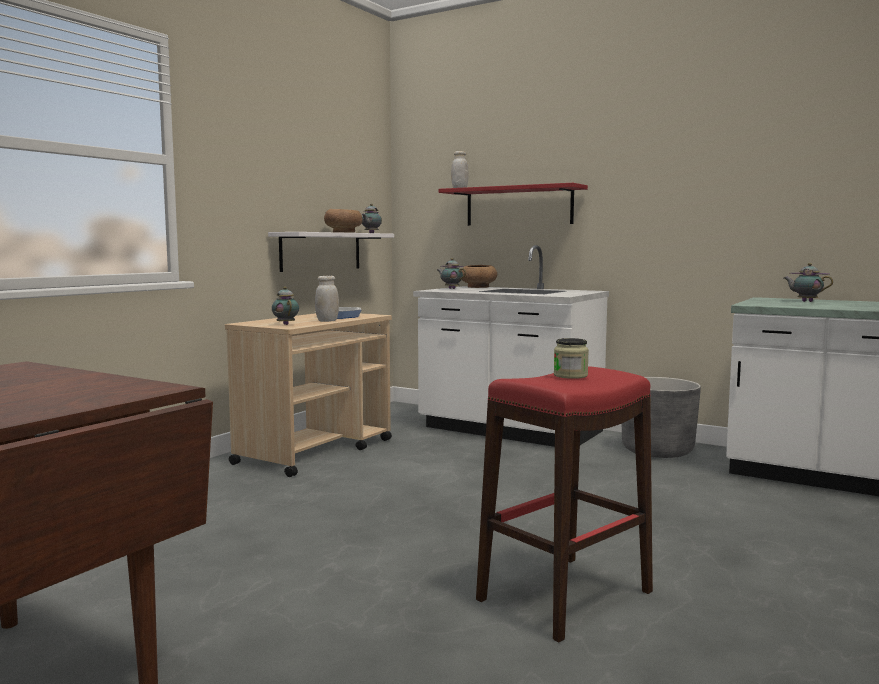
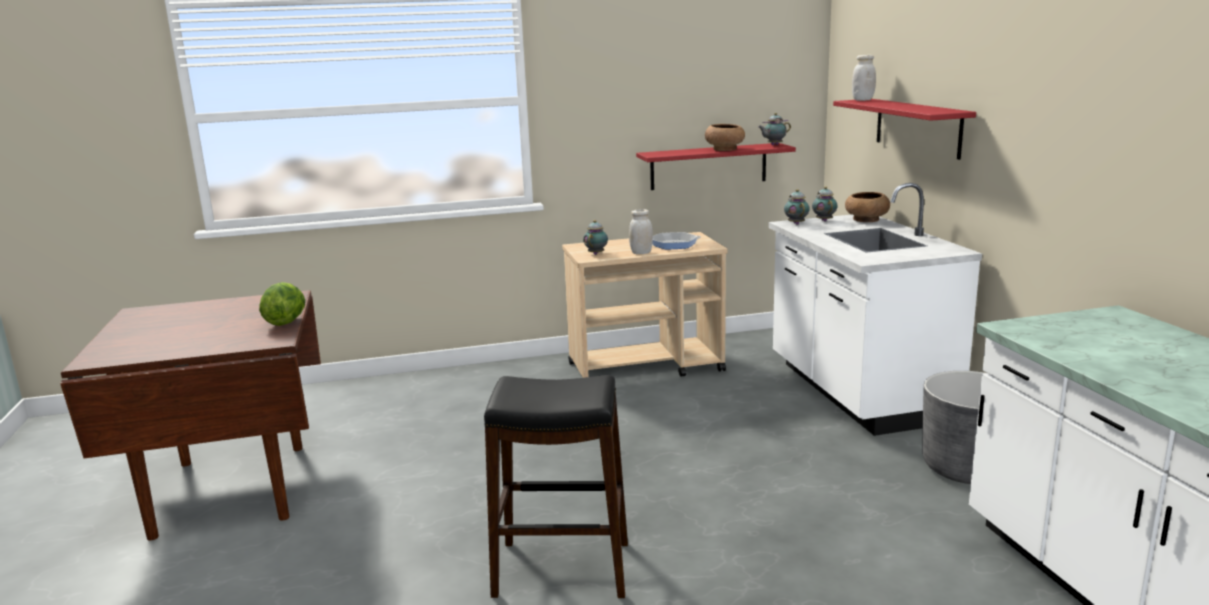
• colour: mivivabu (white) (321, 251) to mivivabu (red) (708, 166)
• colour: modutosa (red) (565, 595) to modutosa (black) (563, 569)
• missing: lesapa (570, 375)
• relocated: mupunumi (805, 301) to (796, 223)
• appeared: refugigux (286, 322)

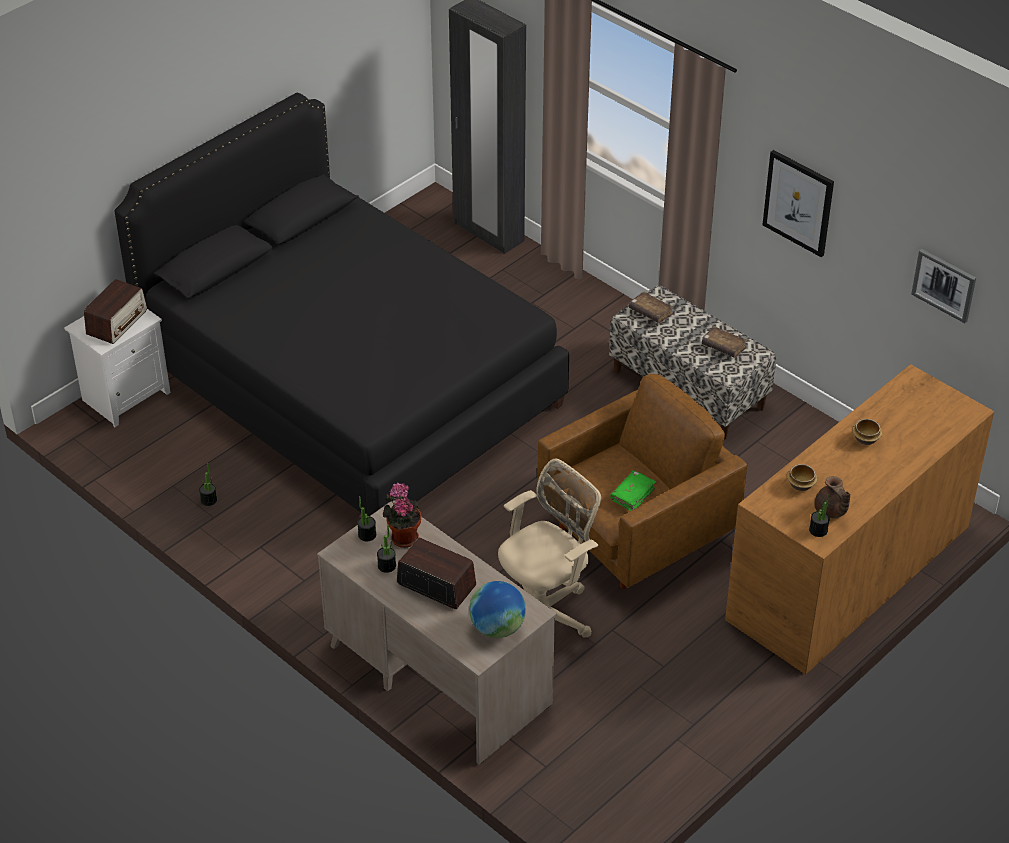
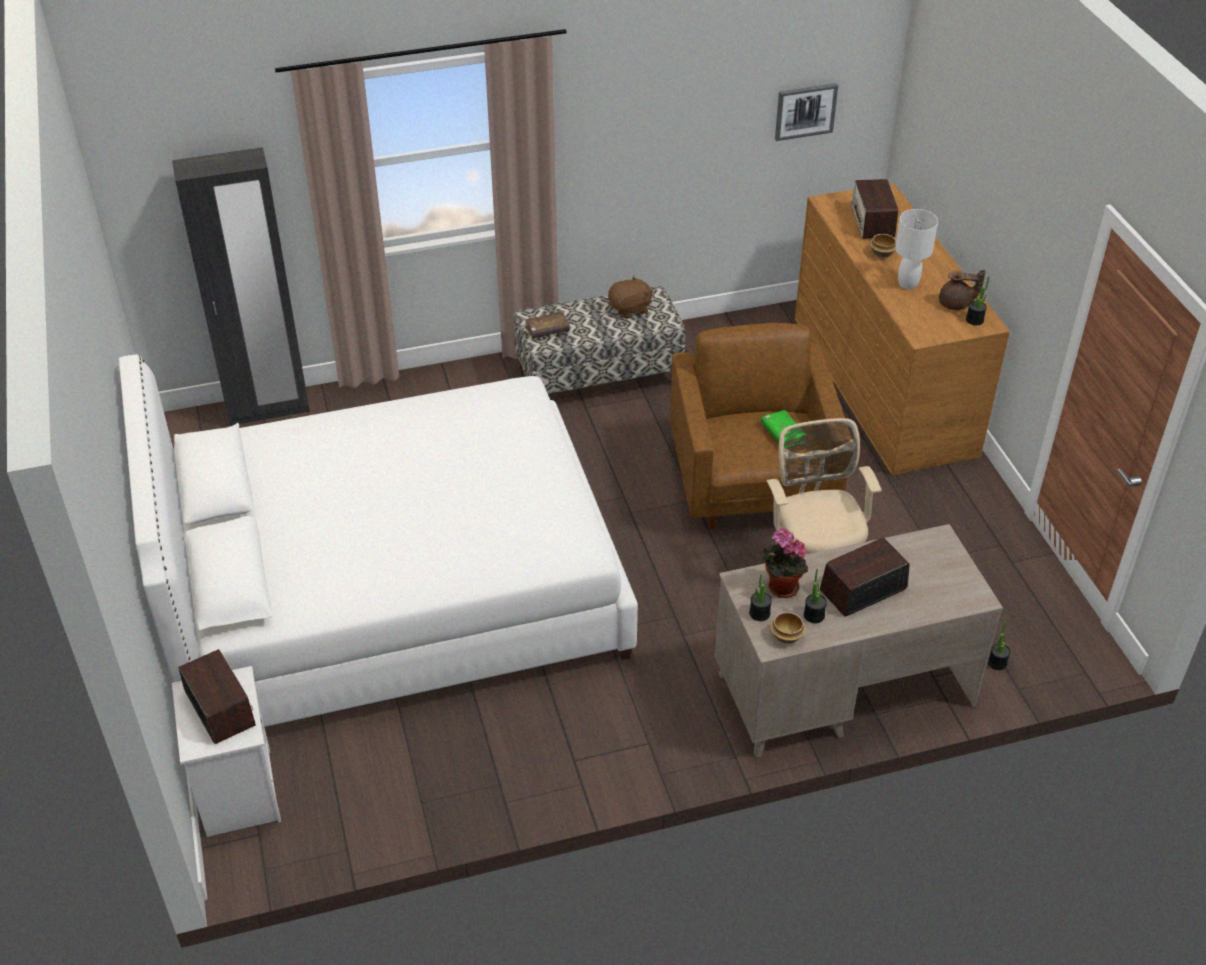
• colour: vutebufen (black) (350, 384) to vutebufen (white) (393, 594)
• relocated: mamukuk (208, 500) to (997, 663)
• missing: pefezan (497, 628)
• exchanged: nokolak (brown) (723, 347) to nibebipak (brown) (630, 309)
• missing: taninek (798, 202)
• relocated: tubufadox (800, 484) to (786, 636)
• appeared: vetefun (872, 221)
• appeared: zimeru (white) (908, 284)

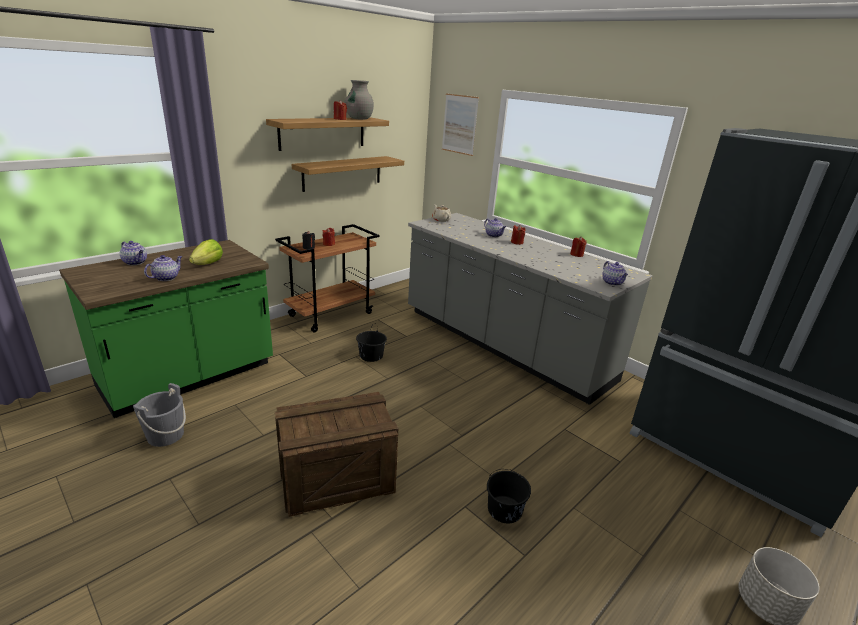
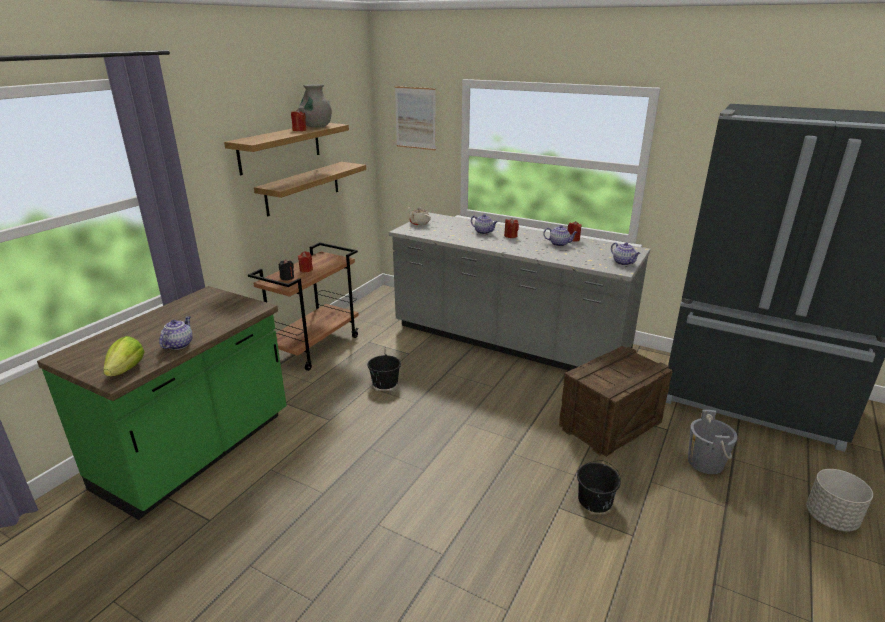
• relocated: mupunumi (136, 262) to (559, 244)
• relocated: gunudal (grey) (165, 435) to (705, 463)
• relocated: refugigux (208, 264) to (126, 369)
• relocated: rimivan (337, 479) to (610, 424)

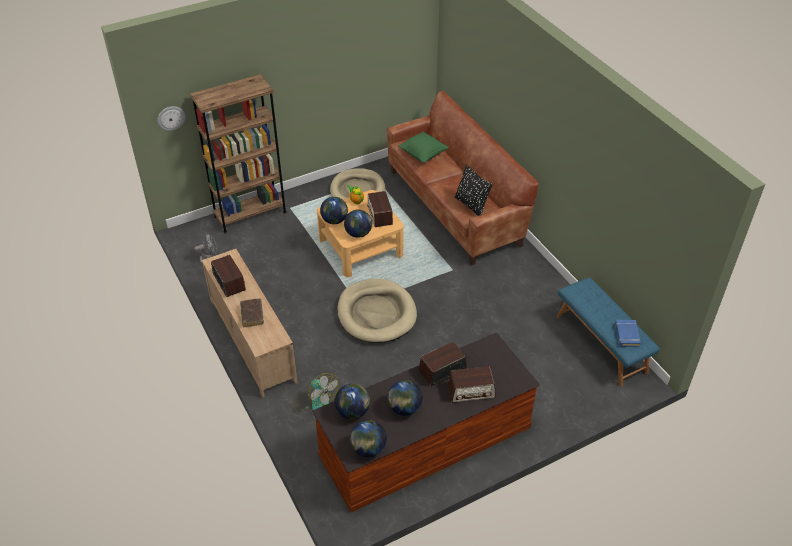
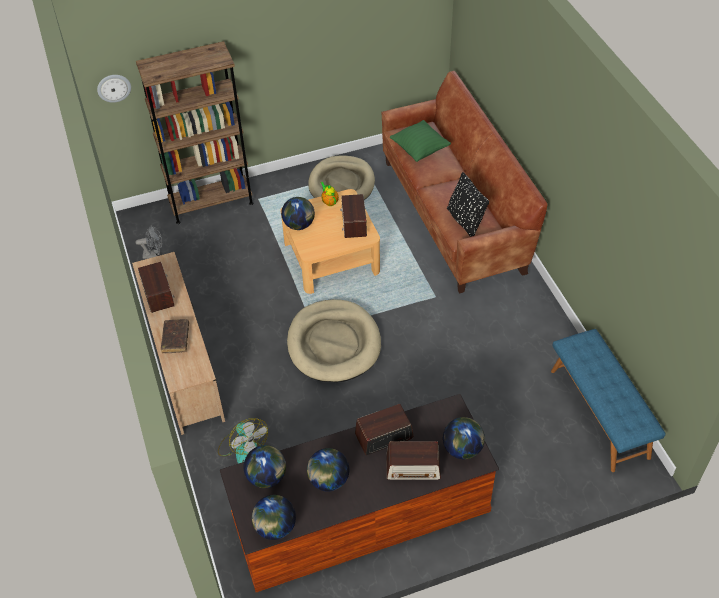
• relocated: pefezan (358, 233) to (462, 449)
• missing: nokolak (blue) (627, 335)

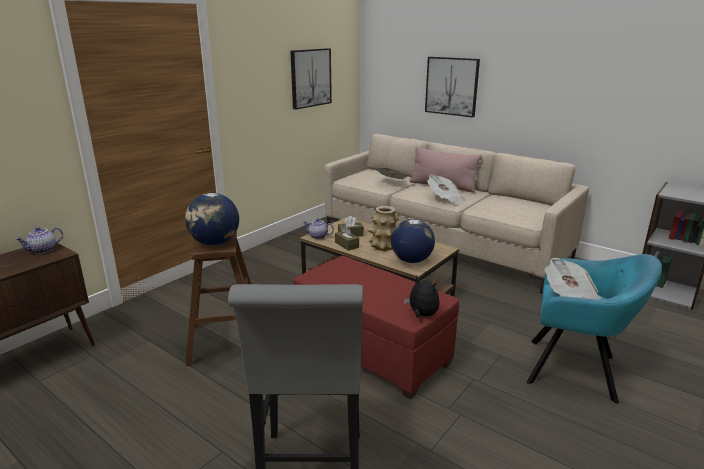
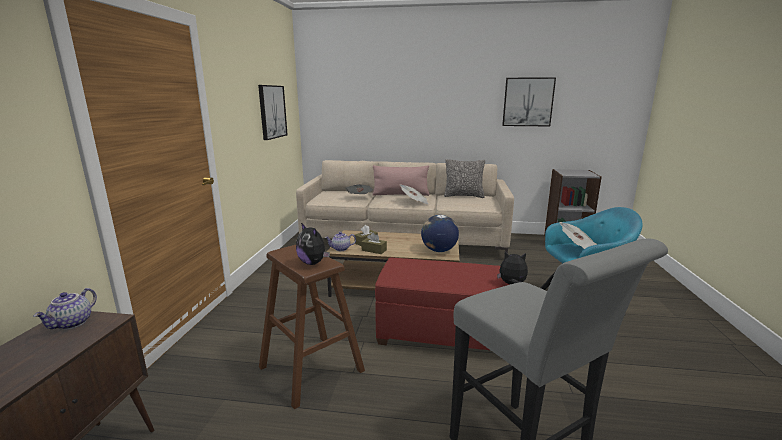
• exchanged: pefezan (215, 243) to nibebipak (313, 263)
• missing: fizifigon (383, 246)
• relocated: taninek (452, 86) to (528, 102)
• appeared: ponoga (463, 196)

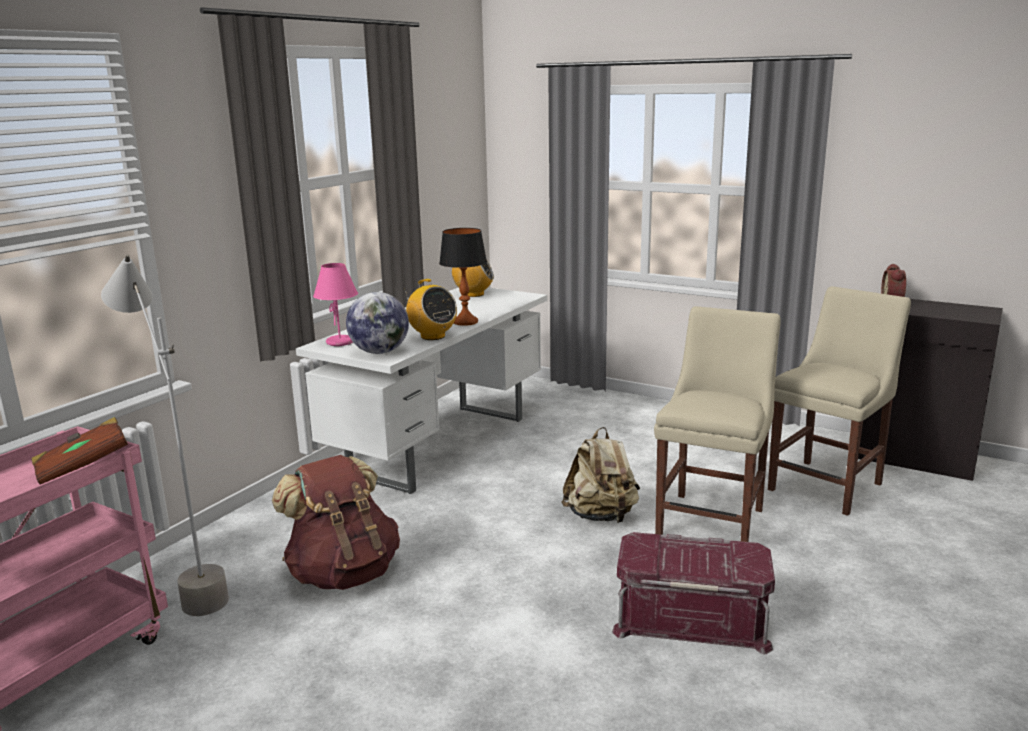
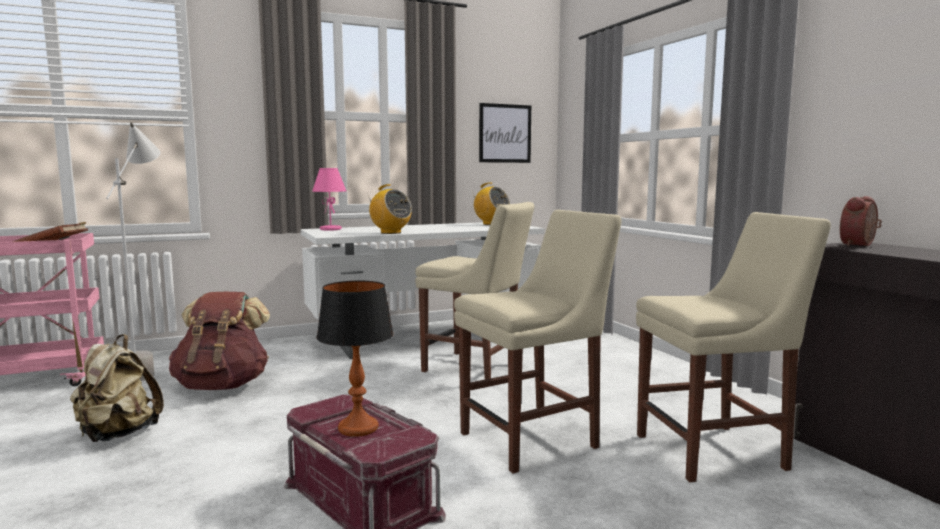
• missing: pefezan (379, 352)
• spun: vetefun (432, 336) = (390, 232) 45 degrees counterclockwise
• relocated: zimeru (465, 322) to (358, 428)
• relocated: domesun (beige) (601, 516) to (117, 435)
• appeared: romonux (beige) (475, 368)
• appeared: taninek (505, 133)

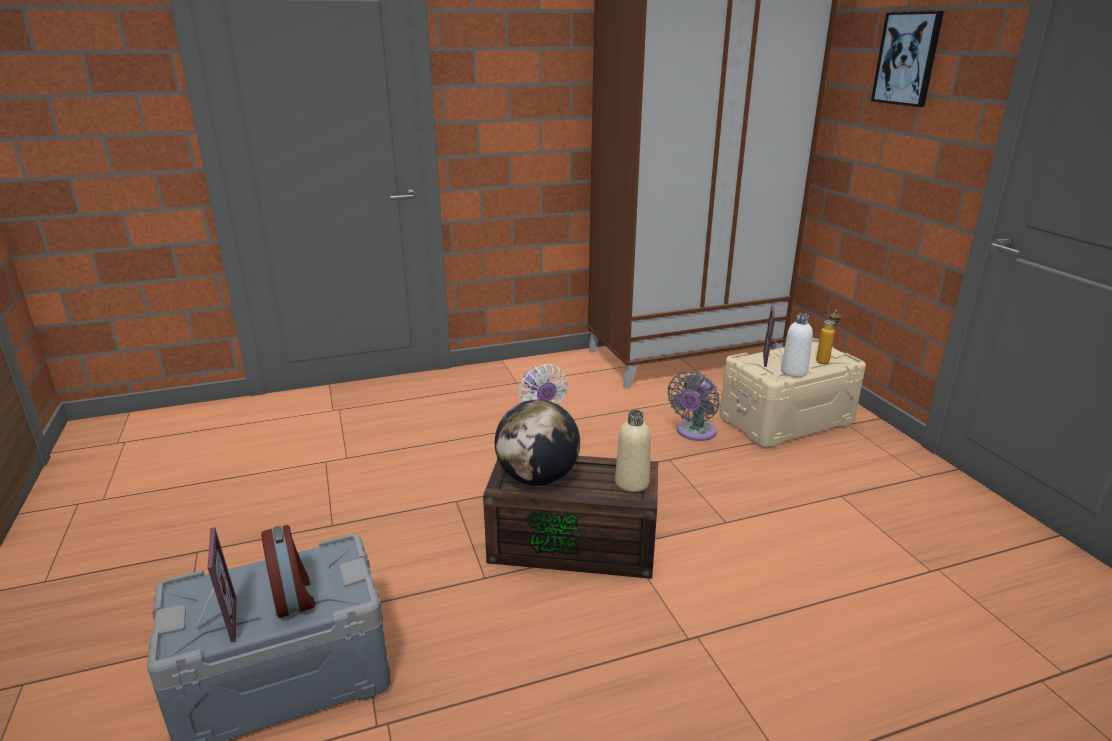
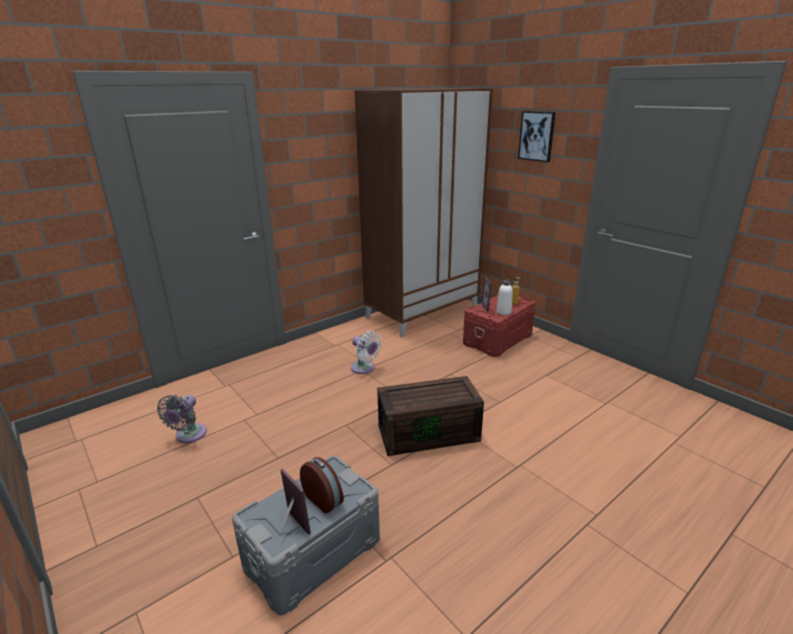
• missing: pefezan (537, 478)
• missing: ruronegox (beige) (632, 483)
• relocated: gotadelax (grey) (694, 433) to (189, 436)
• colour: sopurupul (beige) (787, 421) to sopurupul (red) (498, 340)

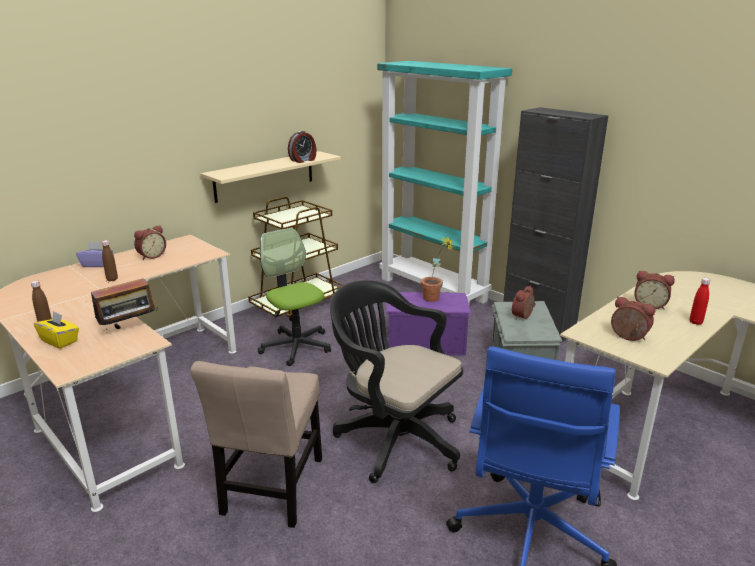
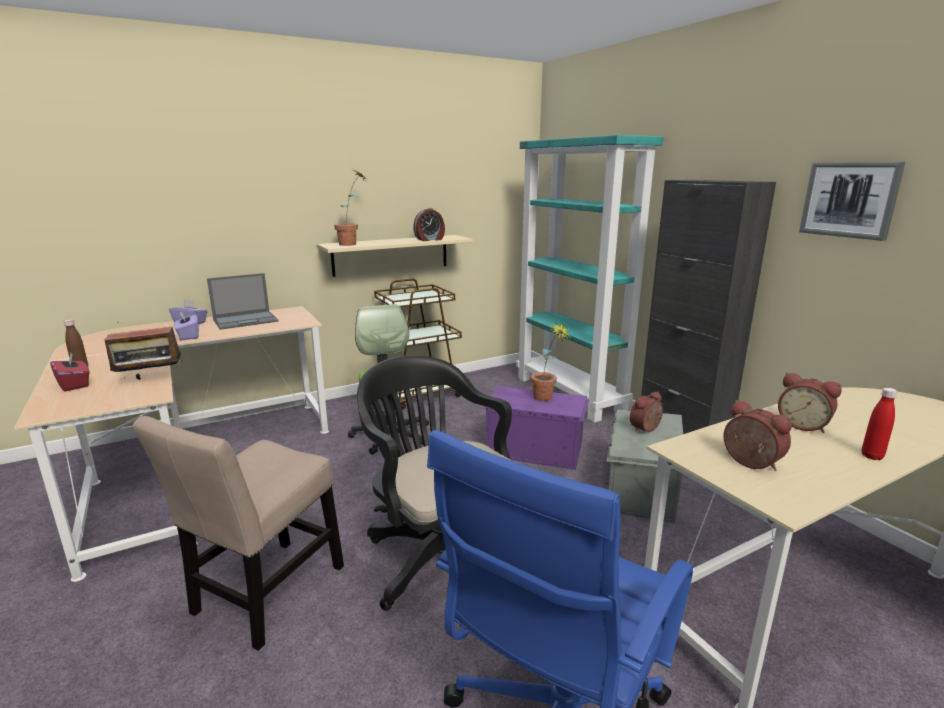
• colour: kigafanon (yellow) (60, 341) to kigafanon (red) (74, 384)
• exchanged: ruronegox (brown) (112, 279) to kigafanon (purple) (188, 336)
• exchanged: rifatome (151, 256) to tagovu (246, 320)
• appeared: mamukuk (353, 244)
• appeared: taninek (849, 199)

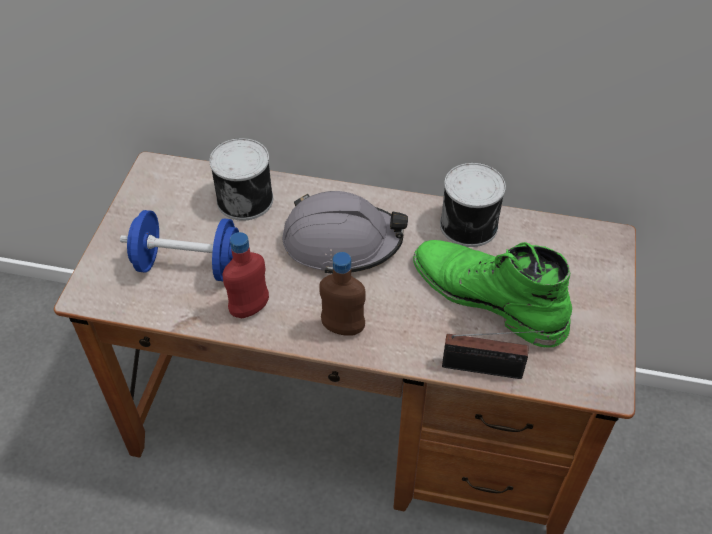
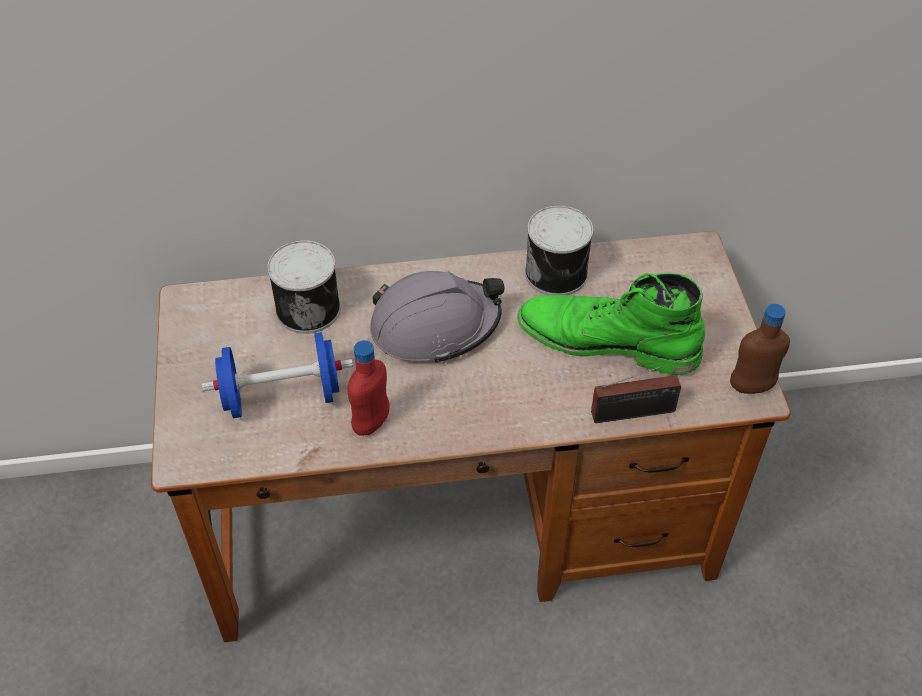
• relocated: ruronegox (brown) (343, 328) to (751, 387)

